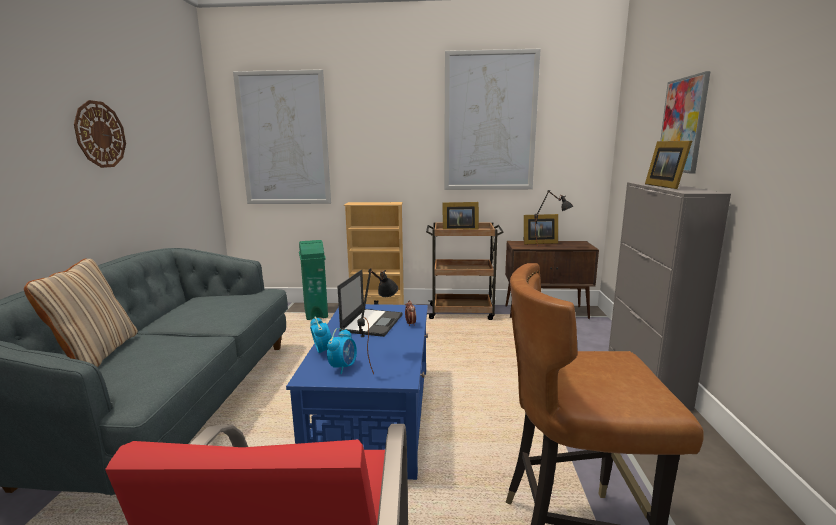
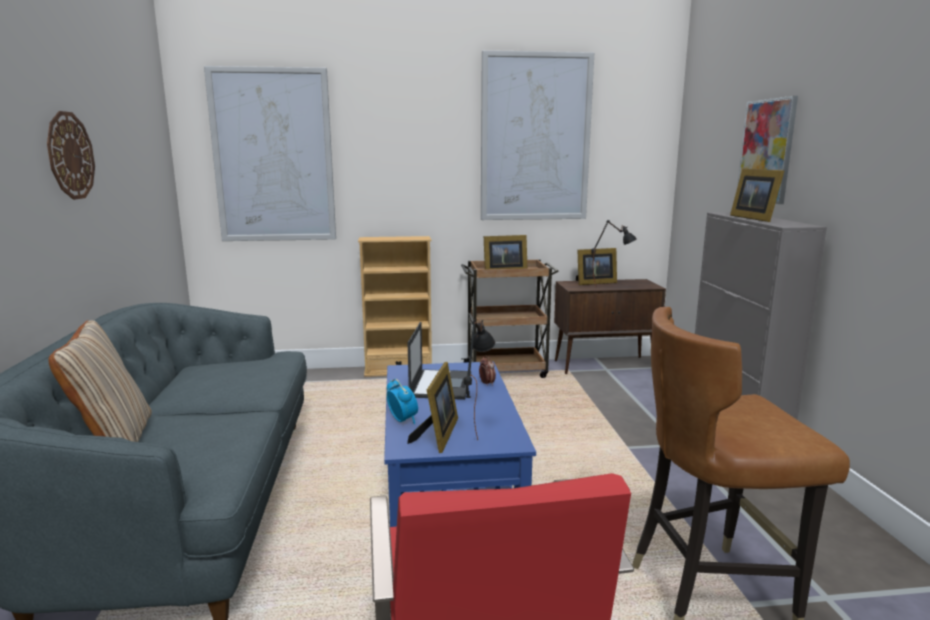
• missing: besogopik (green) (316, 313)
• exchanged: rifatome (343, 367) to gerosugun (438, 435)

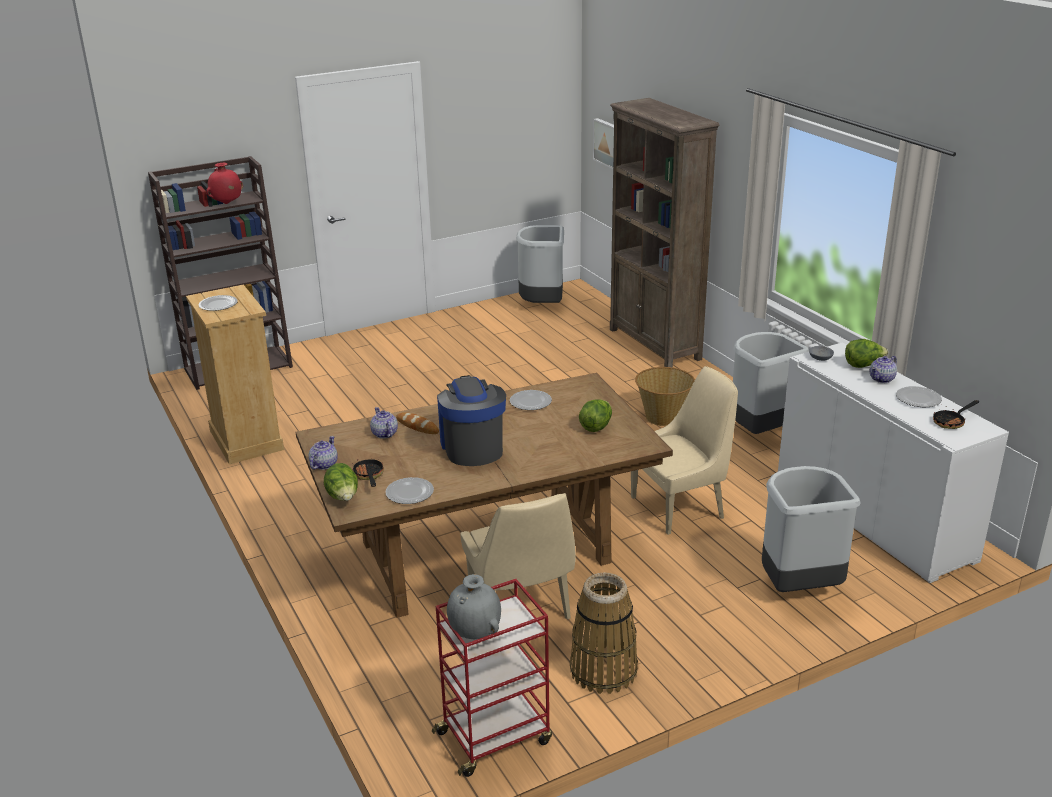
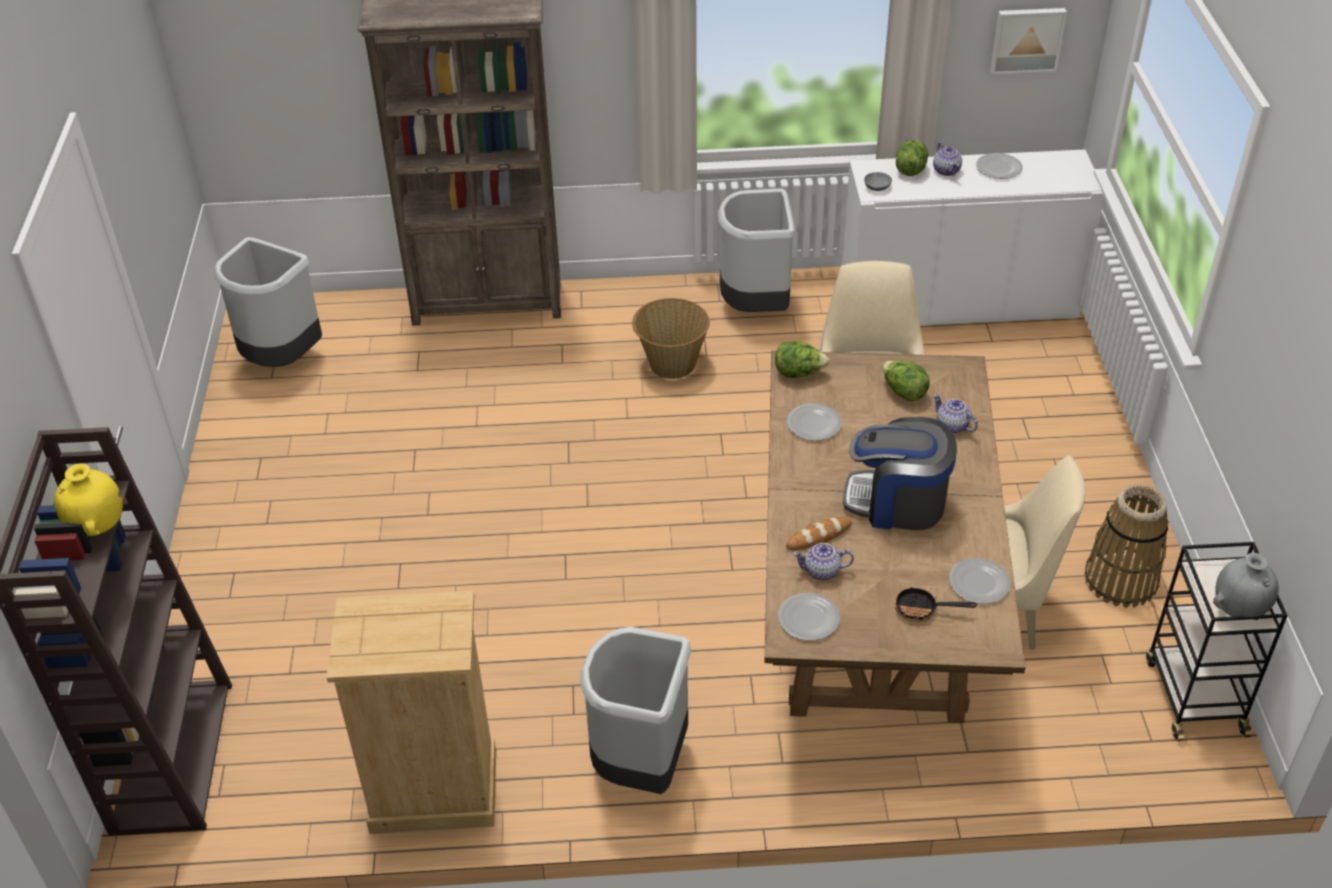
• relocated: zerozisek (219, 304) to (808, 618)
• colour: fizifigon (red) (226, 203) to fizifigon (yellow) (98, 527)
• relocated: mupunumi (323, 465) to (952, 426)
• relocated: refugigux (343, 498) to (799, 373)
• colour: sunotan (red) (495, 737) to sunotan (black) (1193, 695)
• relocated: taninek (608, 143) to (1027, 39)
• relocated: besogopik (grey) (798, 587) to (640, 766)
• missing: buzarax (951, 422)

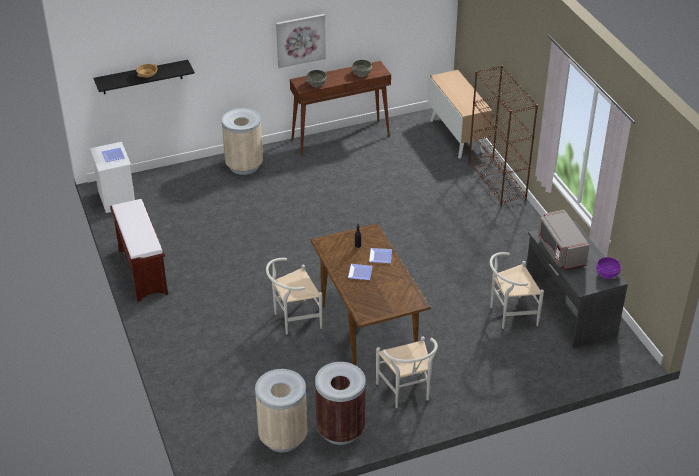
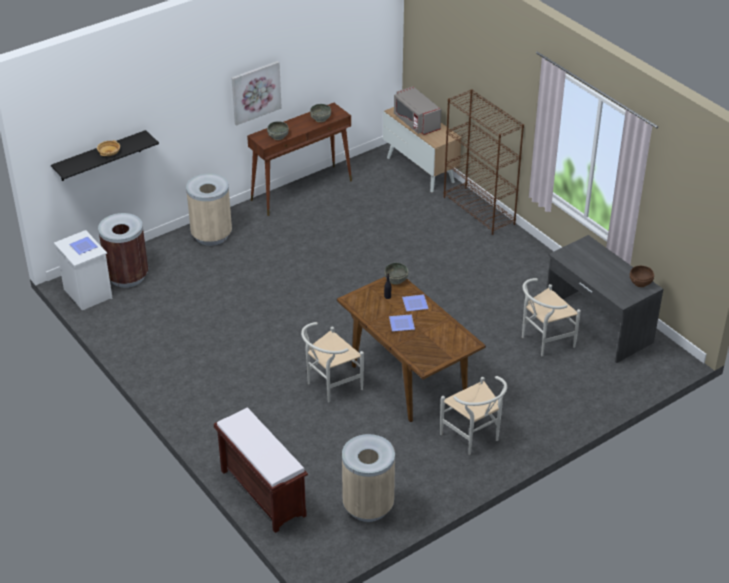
• relocated: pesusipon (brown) (142, 271) to (262, 492)
• relocated: besogopik (brown) (340, 430) to (127, 277)
• relocated: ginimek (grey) (560, 251) to (416, 122)
• colour: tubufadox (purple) (607, 274) to tubufadox (brown) (640, 283)
• appeared: tubufadox (grey) (396, 280)

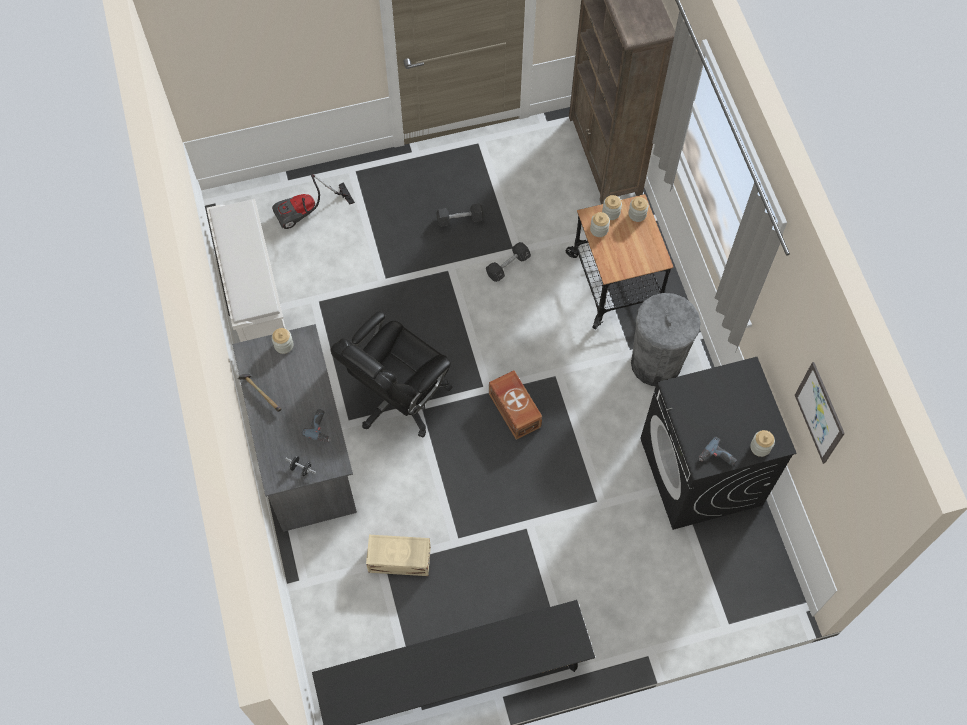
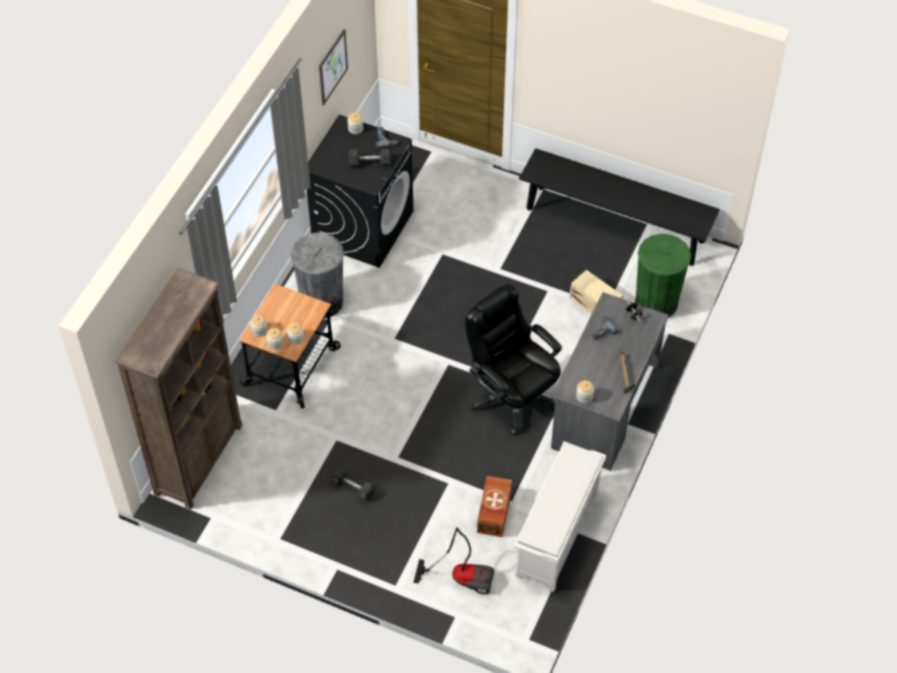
• spun: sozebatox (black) (398, 397) = (511, 396) 120 degrees counterclockwise
• relocated: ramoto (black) (508, 266) to (370, 162)
• relocated: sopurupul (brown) (515, 409) to (493, 513)
• appeared: besogopik (green) (656, 302)

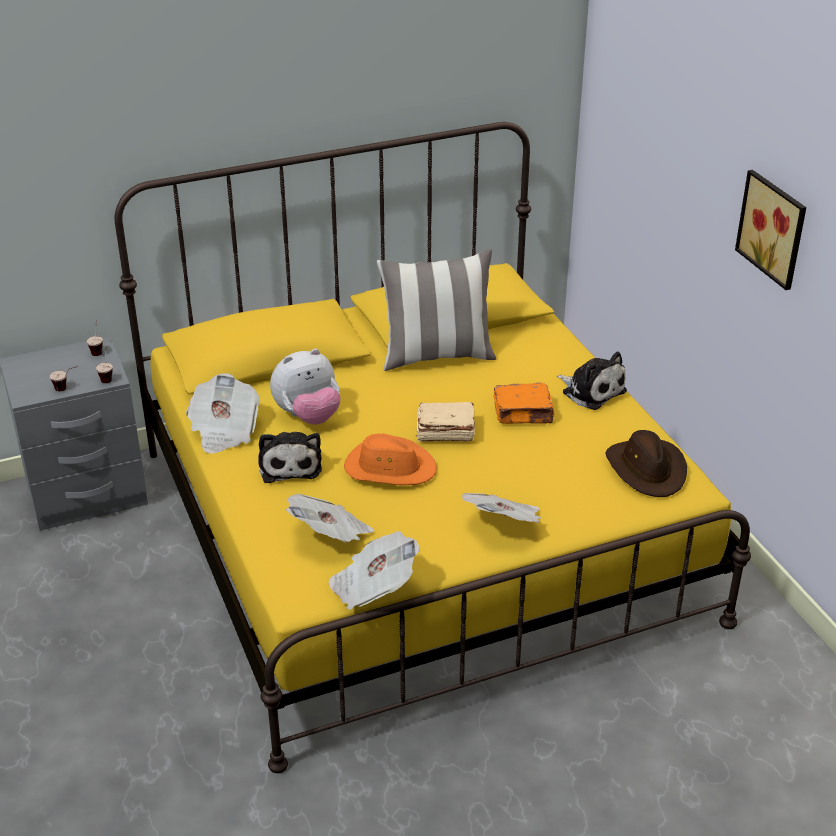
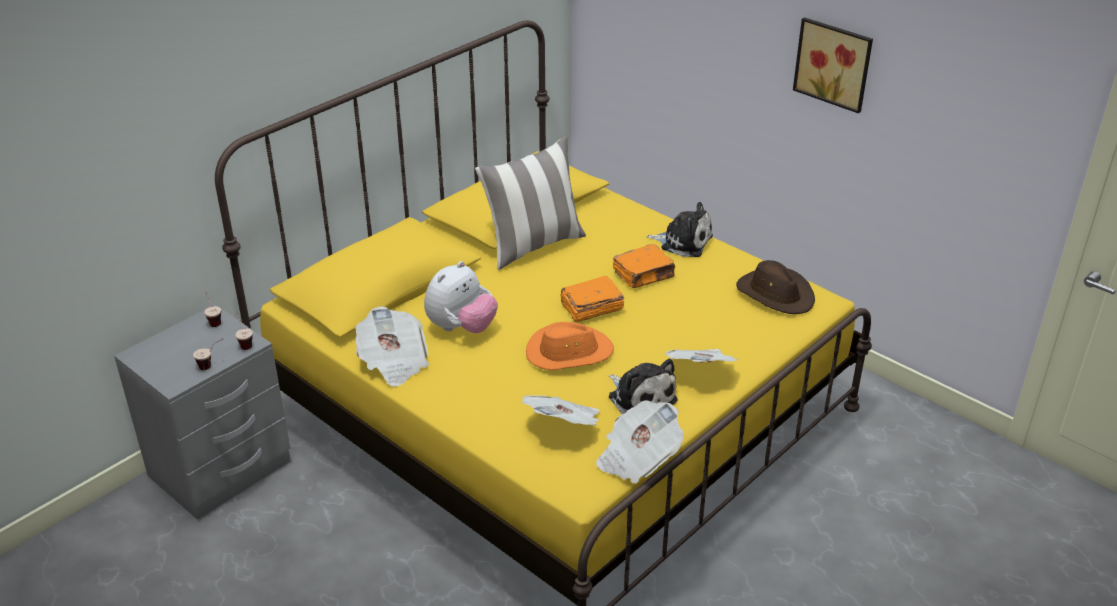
• relocated: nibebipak (290, 465) to (640, 397)
• colour: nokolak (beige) (444, 431) to nokolak (orange) (591, 308)

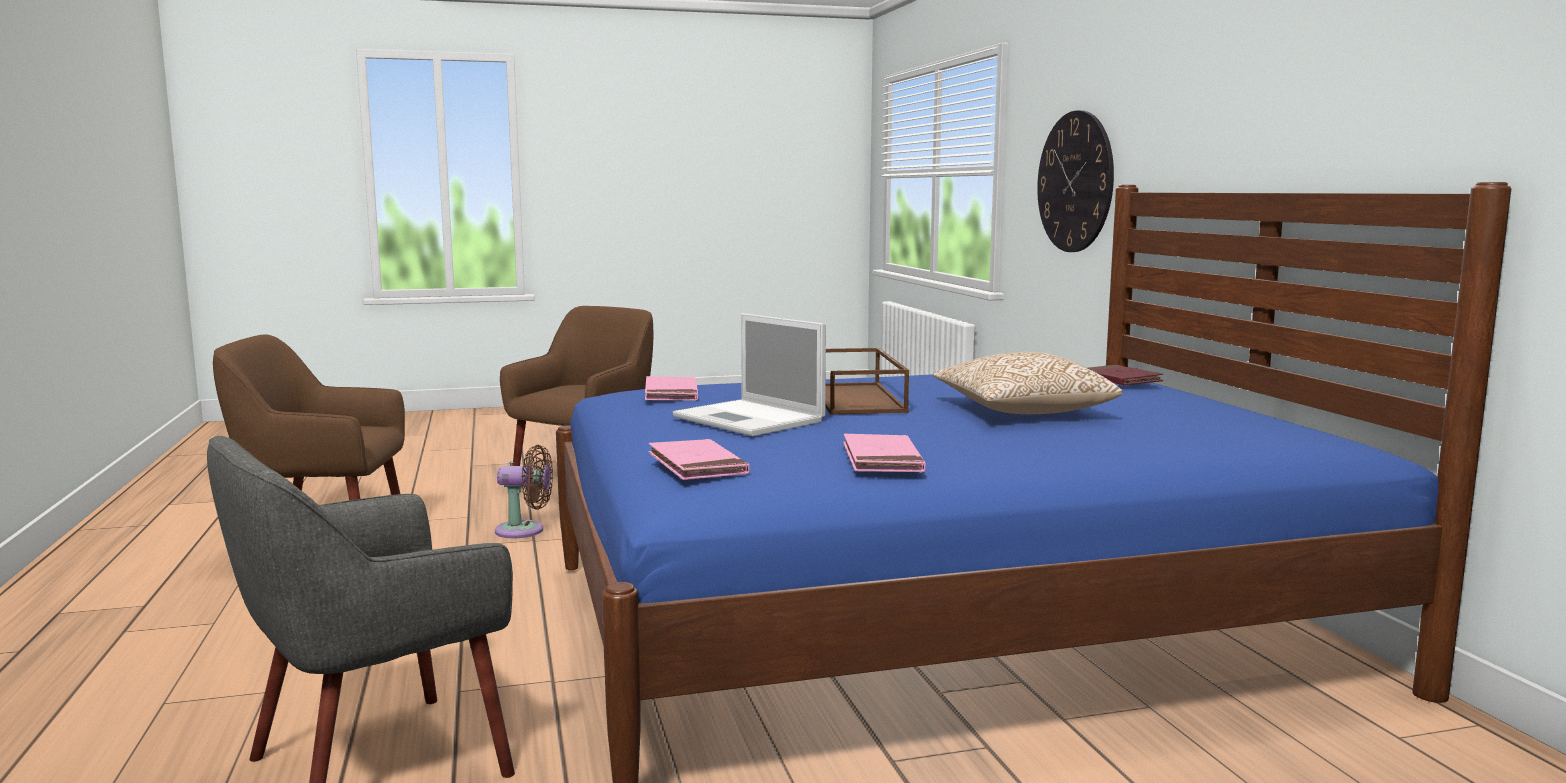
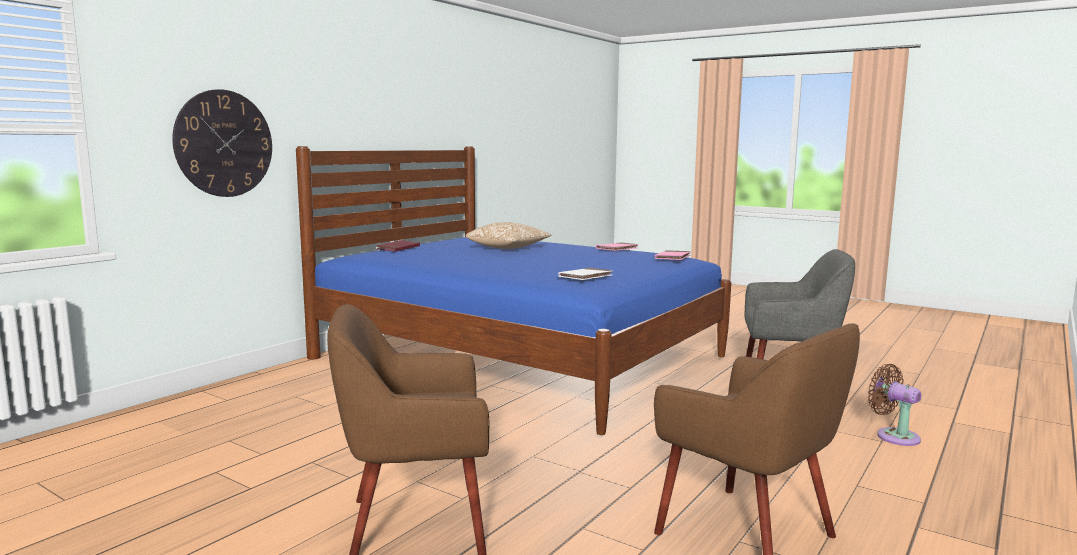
• relocated: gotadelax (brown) (525, 531) to (893, 436)
• colour: nokolak (pink) (671, 393) to nokolak (white) (585, 277)
• missing: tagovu (751, 419)
• missing: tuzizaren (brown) (858, 399)

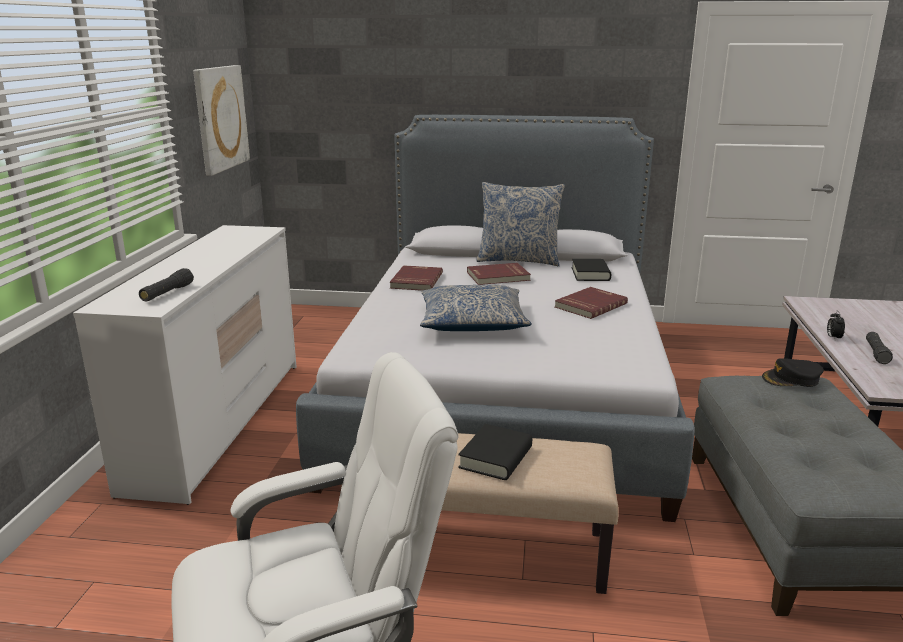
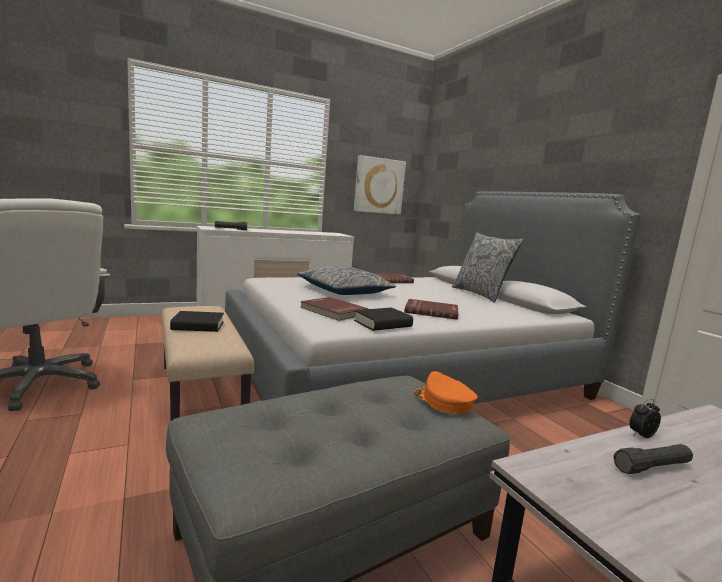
• relocated: nokolak (red) (498, 276) to (333, 311)
• relocated: nokolak (black) (590, 274) to (383, 324)
• colour: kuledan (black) (791, 379) to kuledan (orange) (443, 401)

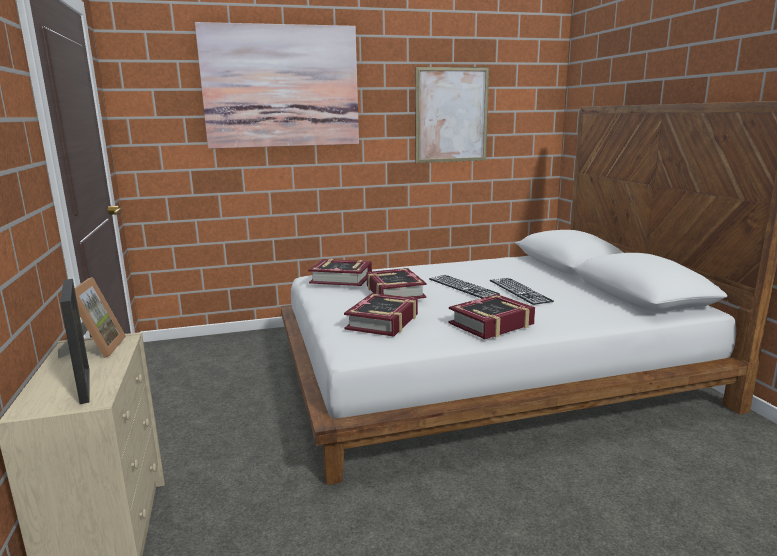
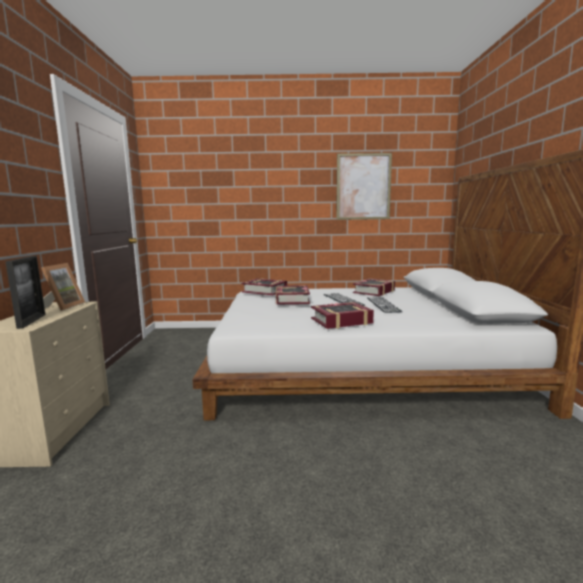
• missing: taninek (281, 87)
• relocated: nokolak (383, 322) to (374, 291)

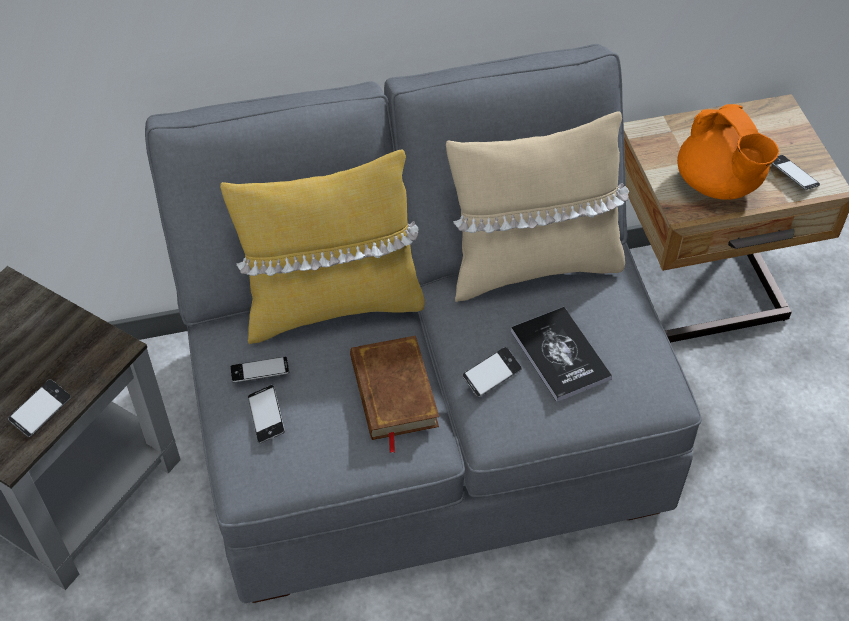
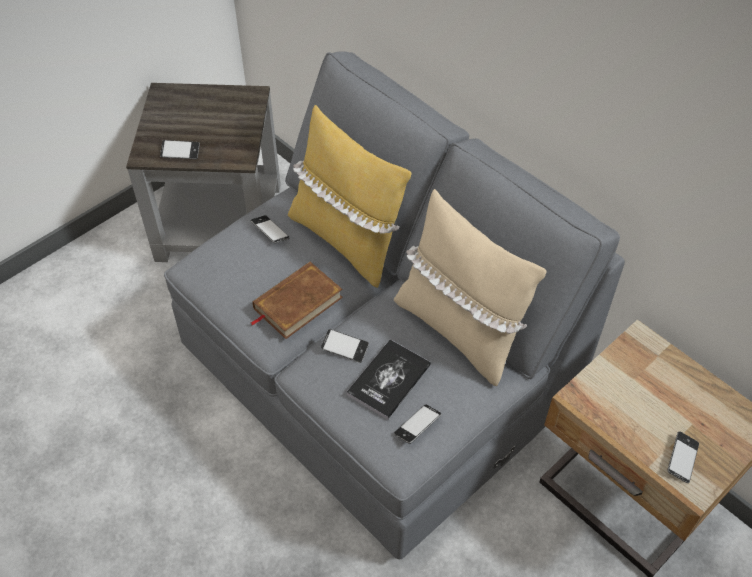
• relocated: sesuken (266, 417) to (417, 426)
• missing: mupunumi (orange) (718, 184)

